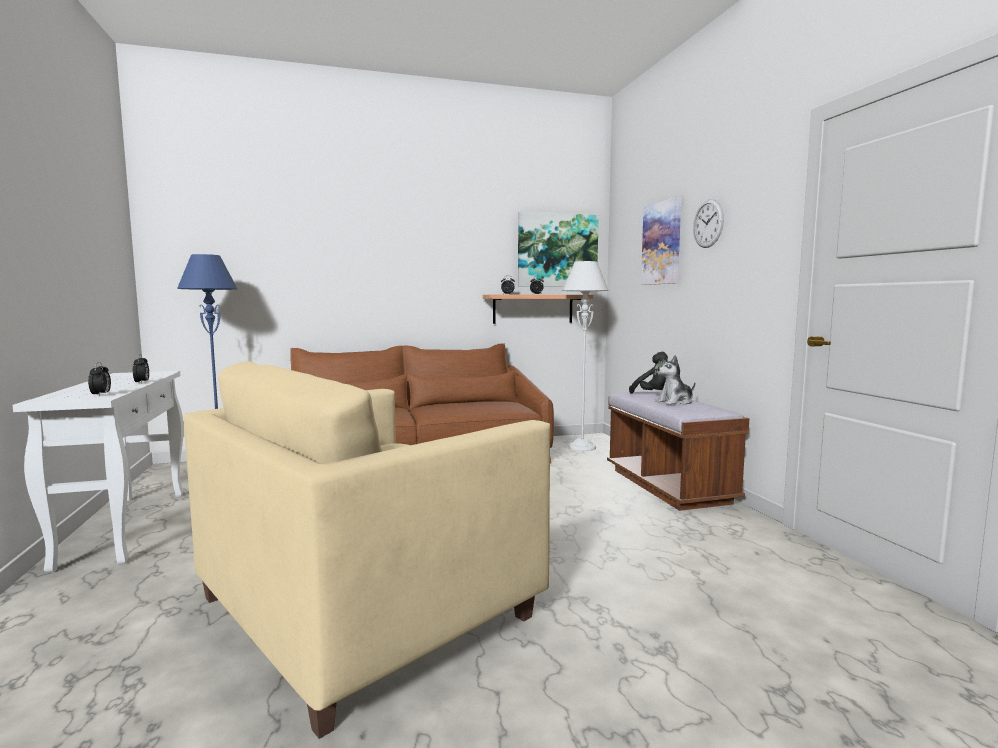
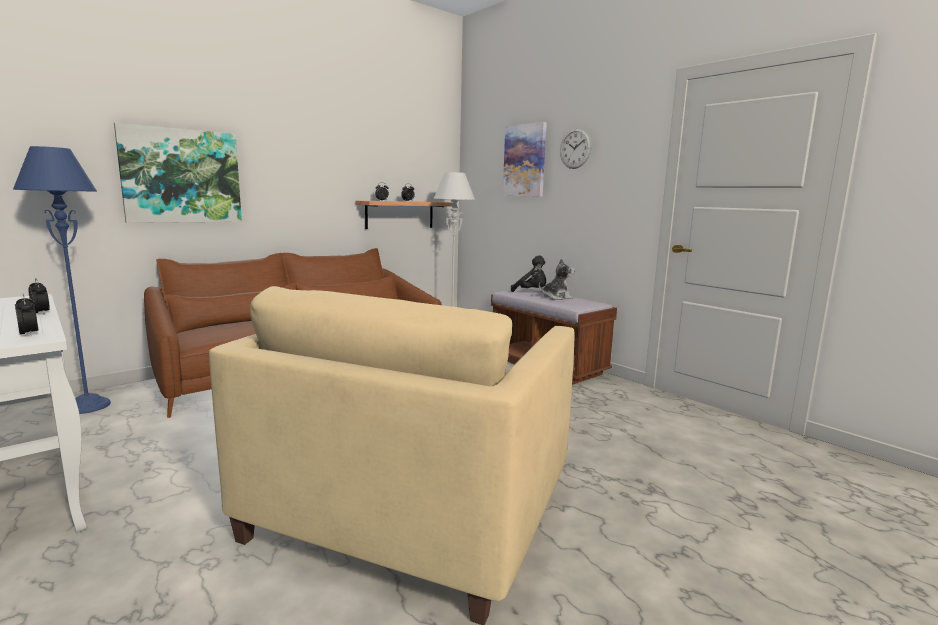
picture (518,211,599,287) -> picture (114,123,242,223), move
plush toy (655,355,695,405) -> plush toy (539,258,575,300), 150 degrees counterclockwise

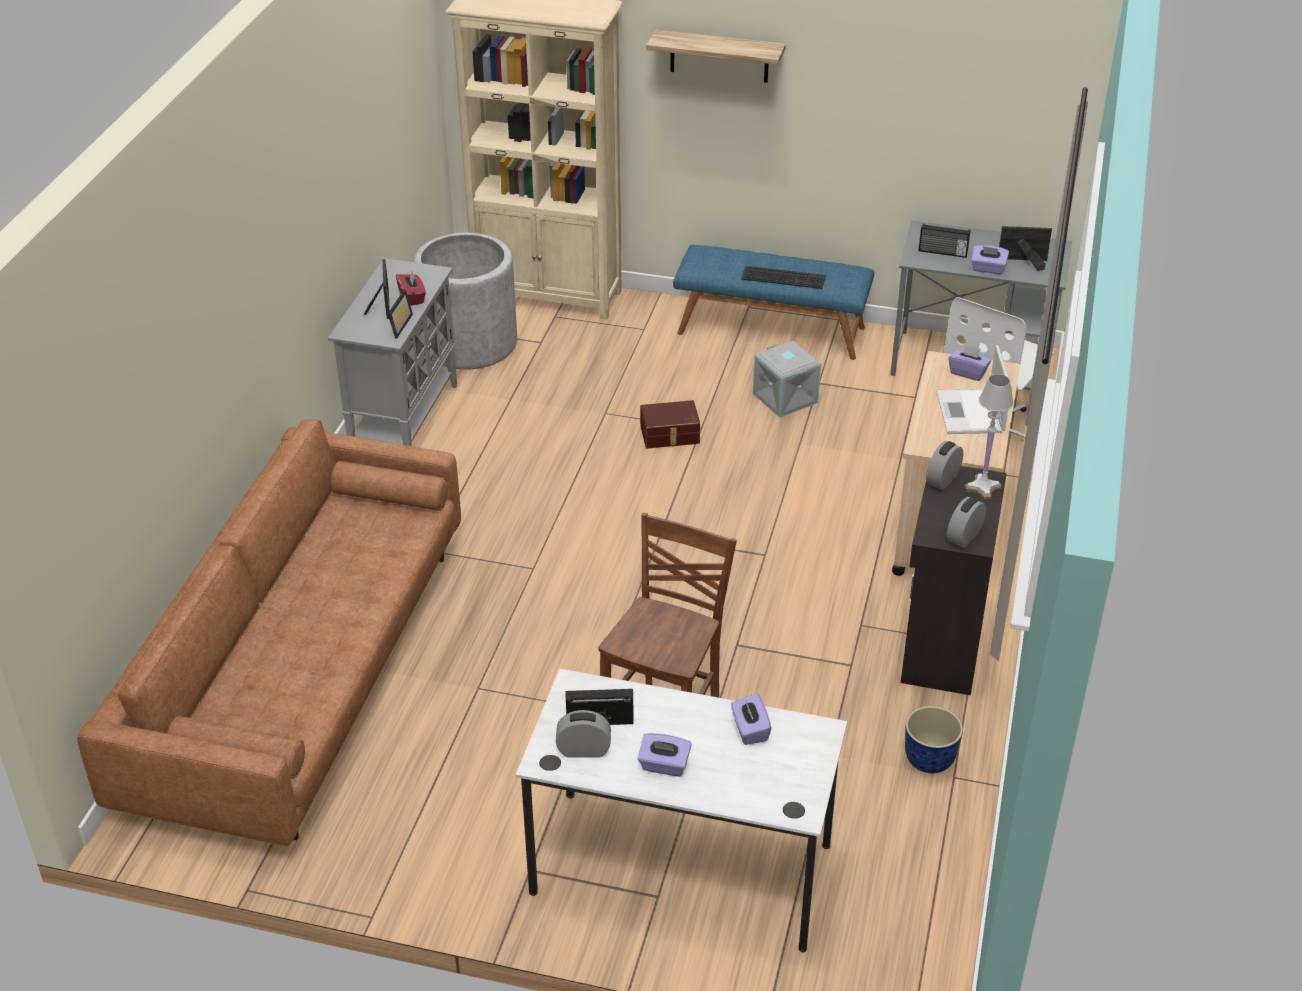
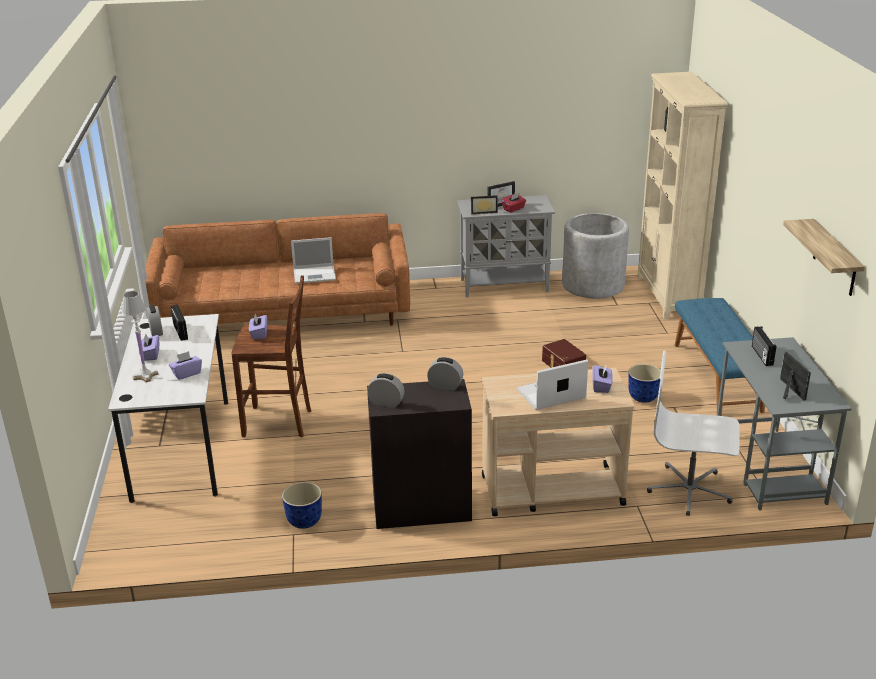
table lamp/white (965,374,1014,499) -> table lamp/white (122,291,158,382), move
tissue box/purple (971,245,1009,274) -> tissue box/purple (249,314,267,339), move
none -> laptop (291,237,336,284)
storage box/grey (753,341,821,418) -> planter (628,364,661,403)
shelf (646,30,786,83) -> shelf (783,219,865,296), move
keyboard (741,266,826,289) -> none

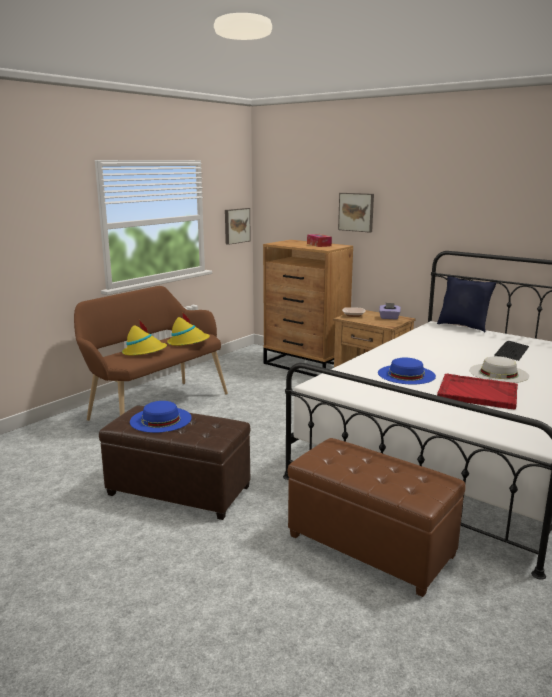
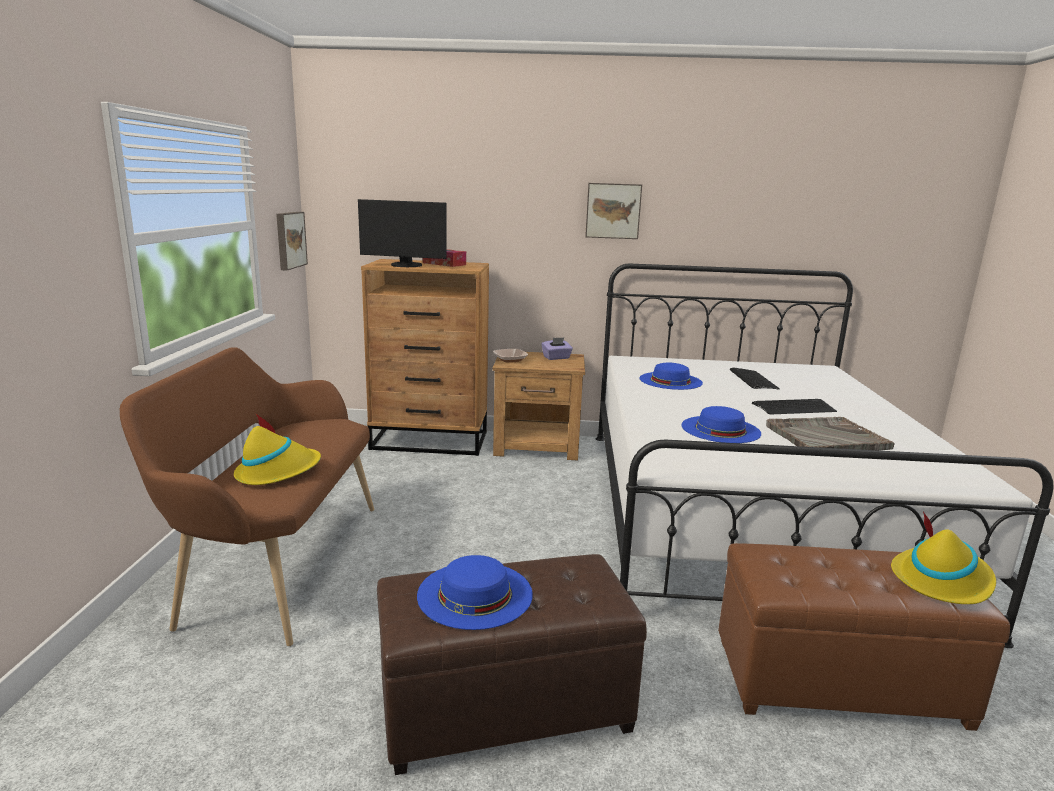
none -> monitor (358,199,447,267)
picture (338,193,374,233) -> picture (585,183,642,239), move
none -> hat/blue (639,362,703,390)
hat/white (469,356,529,383) -> keyboard (752,399,837,415)
tray/red (437,373,518,410) -> tray/grey (766,417,894,450)
hat/yellow (167,312,210,346) -> hat/yellow (891,511,996,604), move
pillow/blue (437,276,497,332) -> none

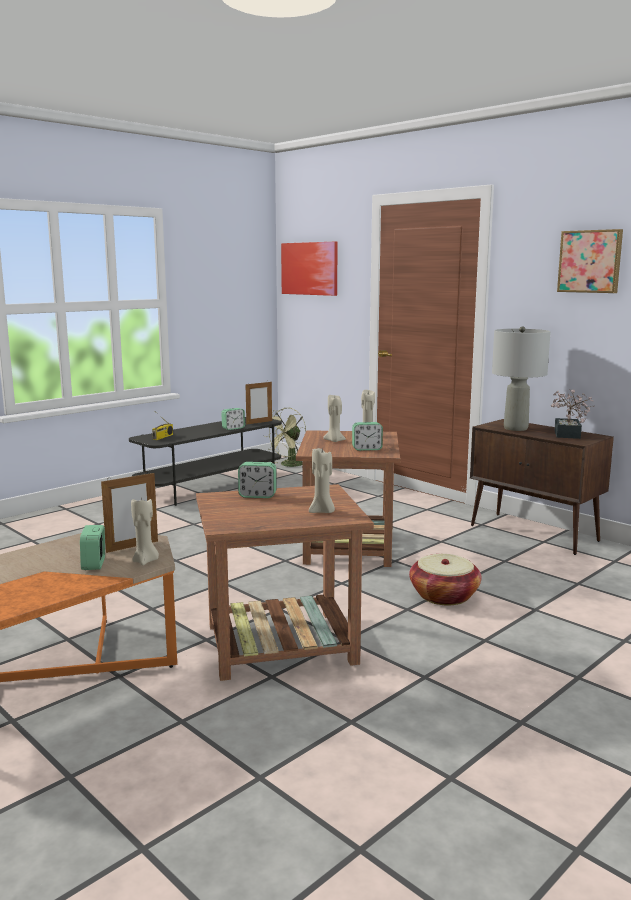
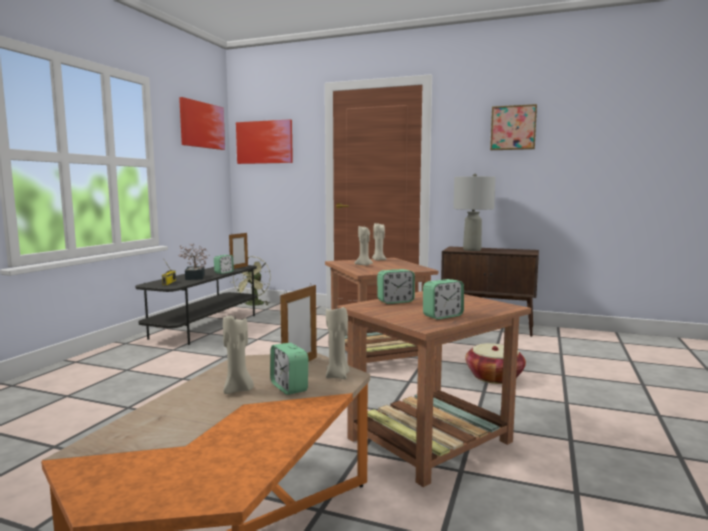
potted plant (551,389,595,439) -> potted plant (178,243,210,280), move
none -> picture (179,97,225,150)
candle/beige (309,448,335,513) -> candle/beige (223,315,254,394), move
alarm clock (352,422,383,451) -> alarm clock (423,279,464,320), move

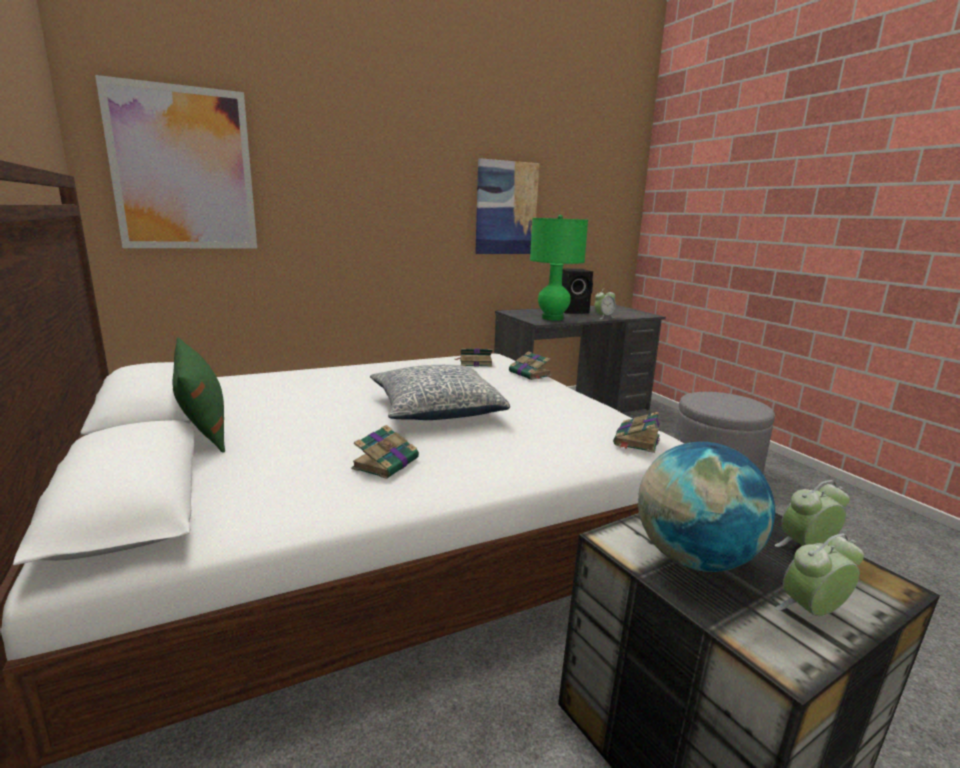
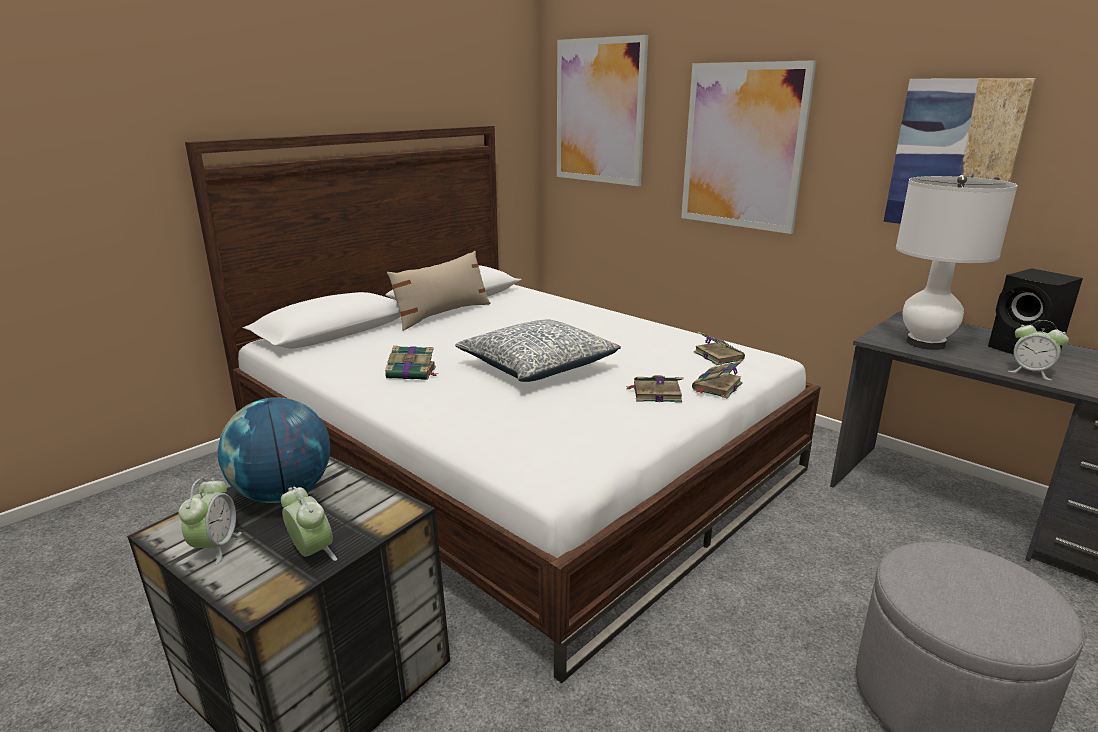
alarm clock (775,533,864,616) -> alarm clock (179,478,242,564), 45 degrees clockwise
pillow/green (172,337,225,453) -> pillow/beige (387,251,491,331)
book (613,411,660,453) -> book (626,375,683,403), move
none -> picture (681,60,816,234)
table lamp/green (530,215,588,321) -> table lamp/white (896,175,1018,350)

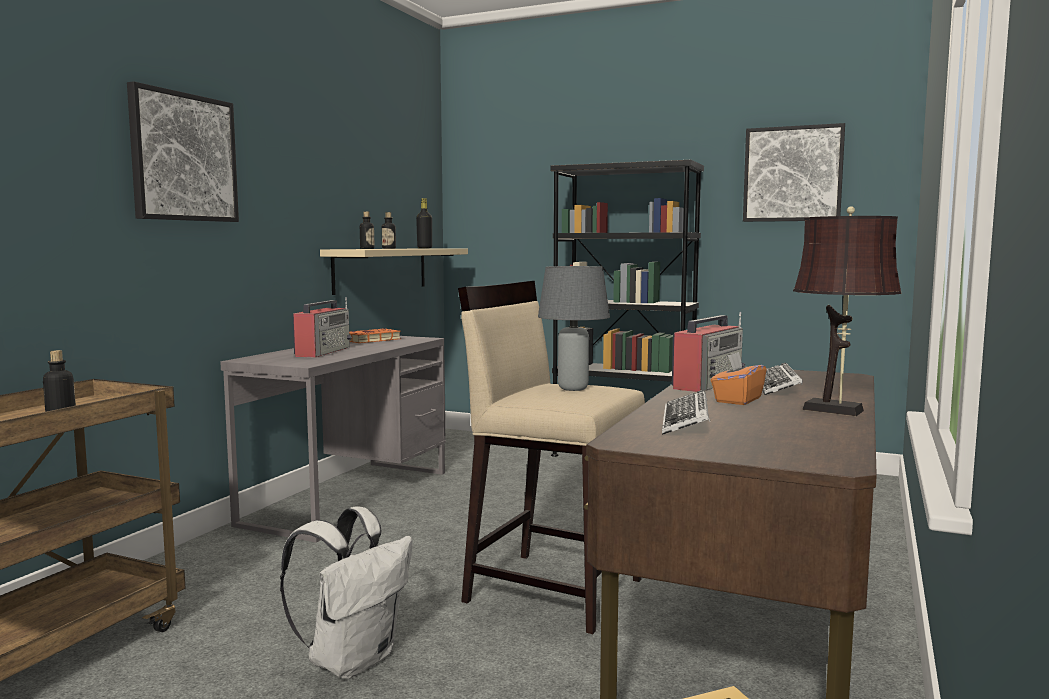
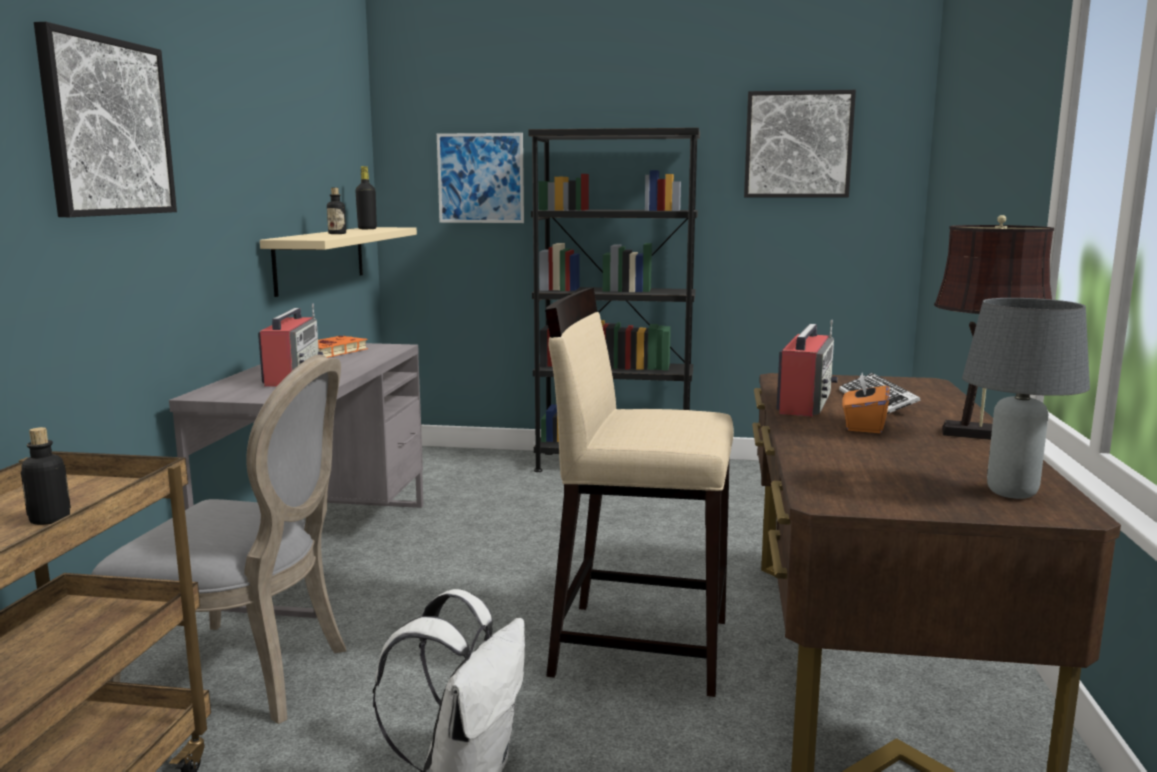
none -> chair/grey (91,355,346,724)
none -> picture (437,133,524,223)
table lamp/grey (538,266,610,391) -> table lamp/grey (962,298,1090,499), move
bottle (360,211,375,249) -> none
keyboard (662,390,710,435) -> none

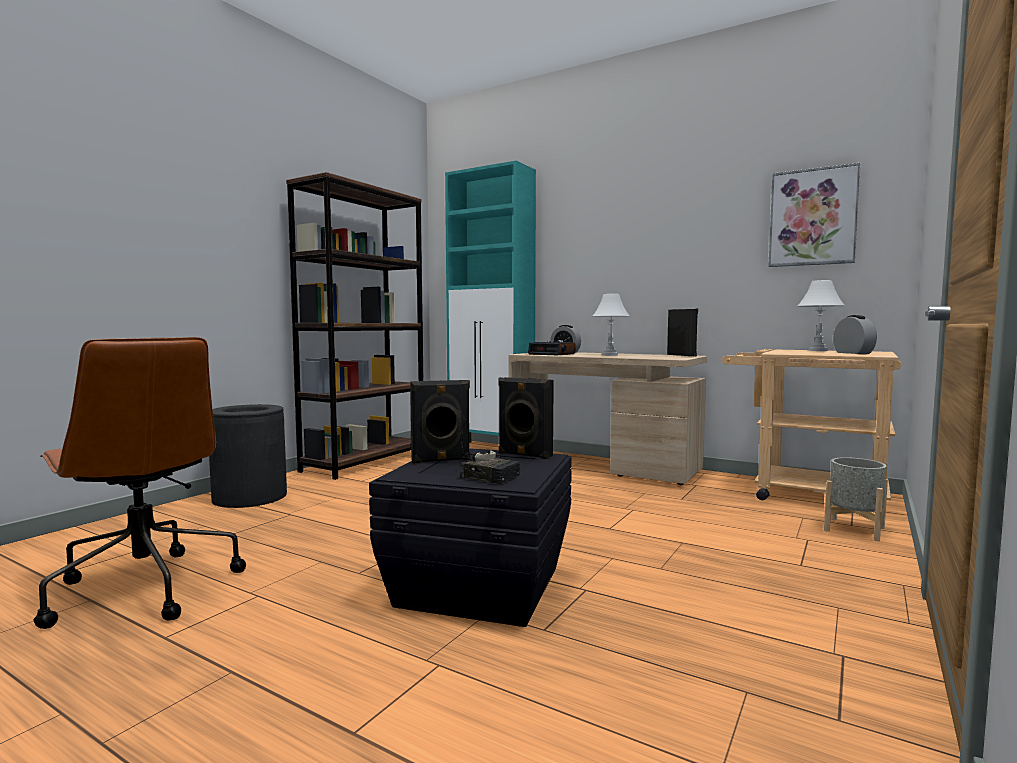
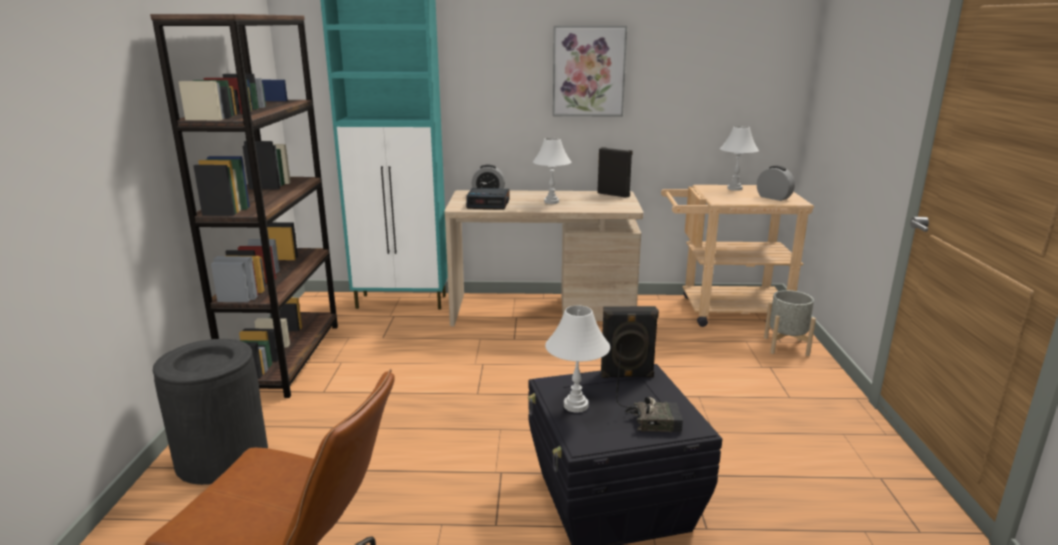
speaker/black (410,380,470,464) -> table lamp/white (545,305,610,413)
picture (768,163,860,267) -> picture (553,26,627,116), move

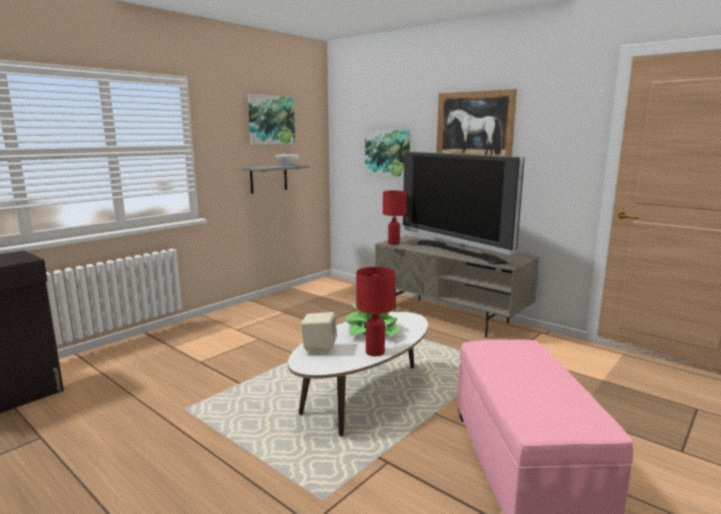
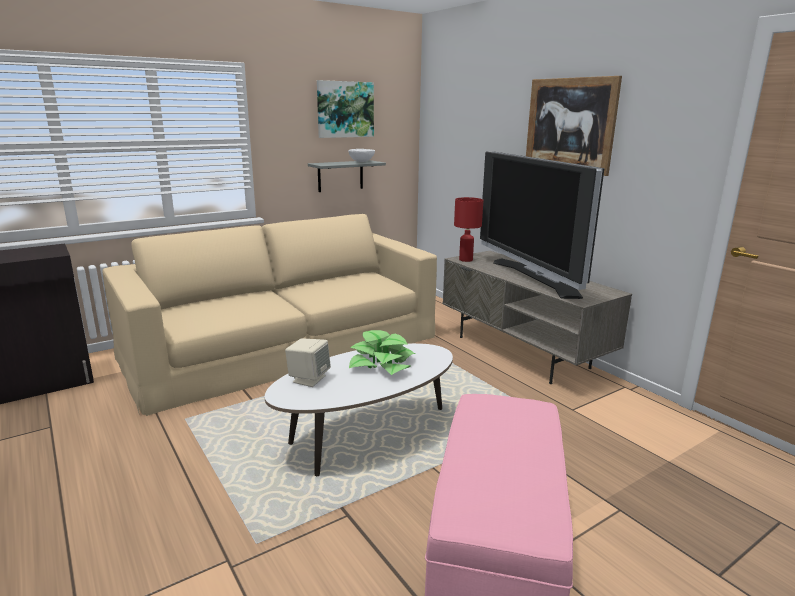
none -> sofa/beige (102,214,437,416)
table lamp/red (356,267,396,356) -> none
picture (365,130,410,178) -> none

